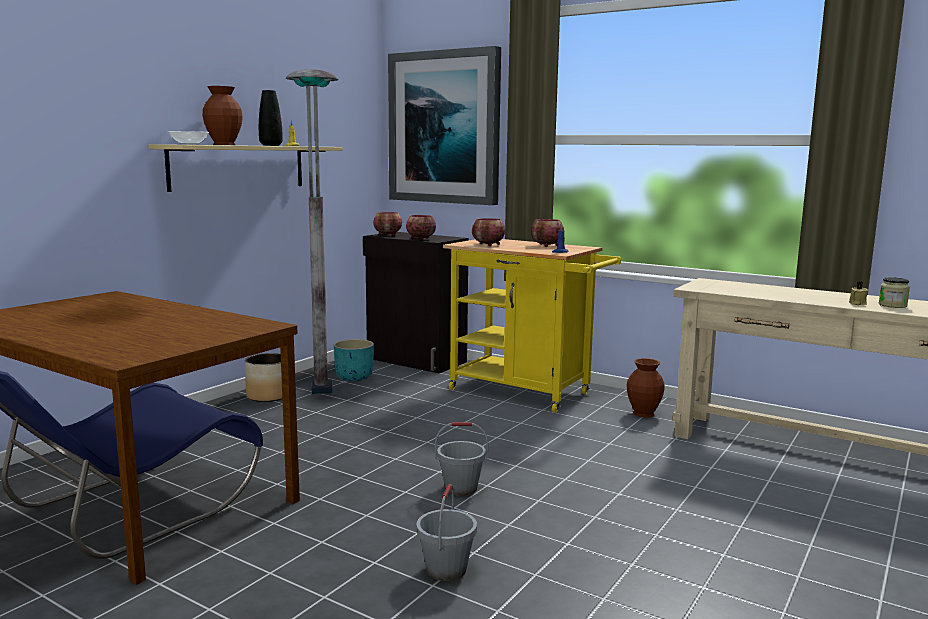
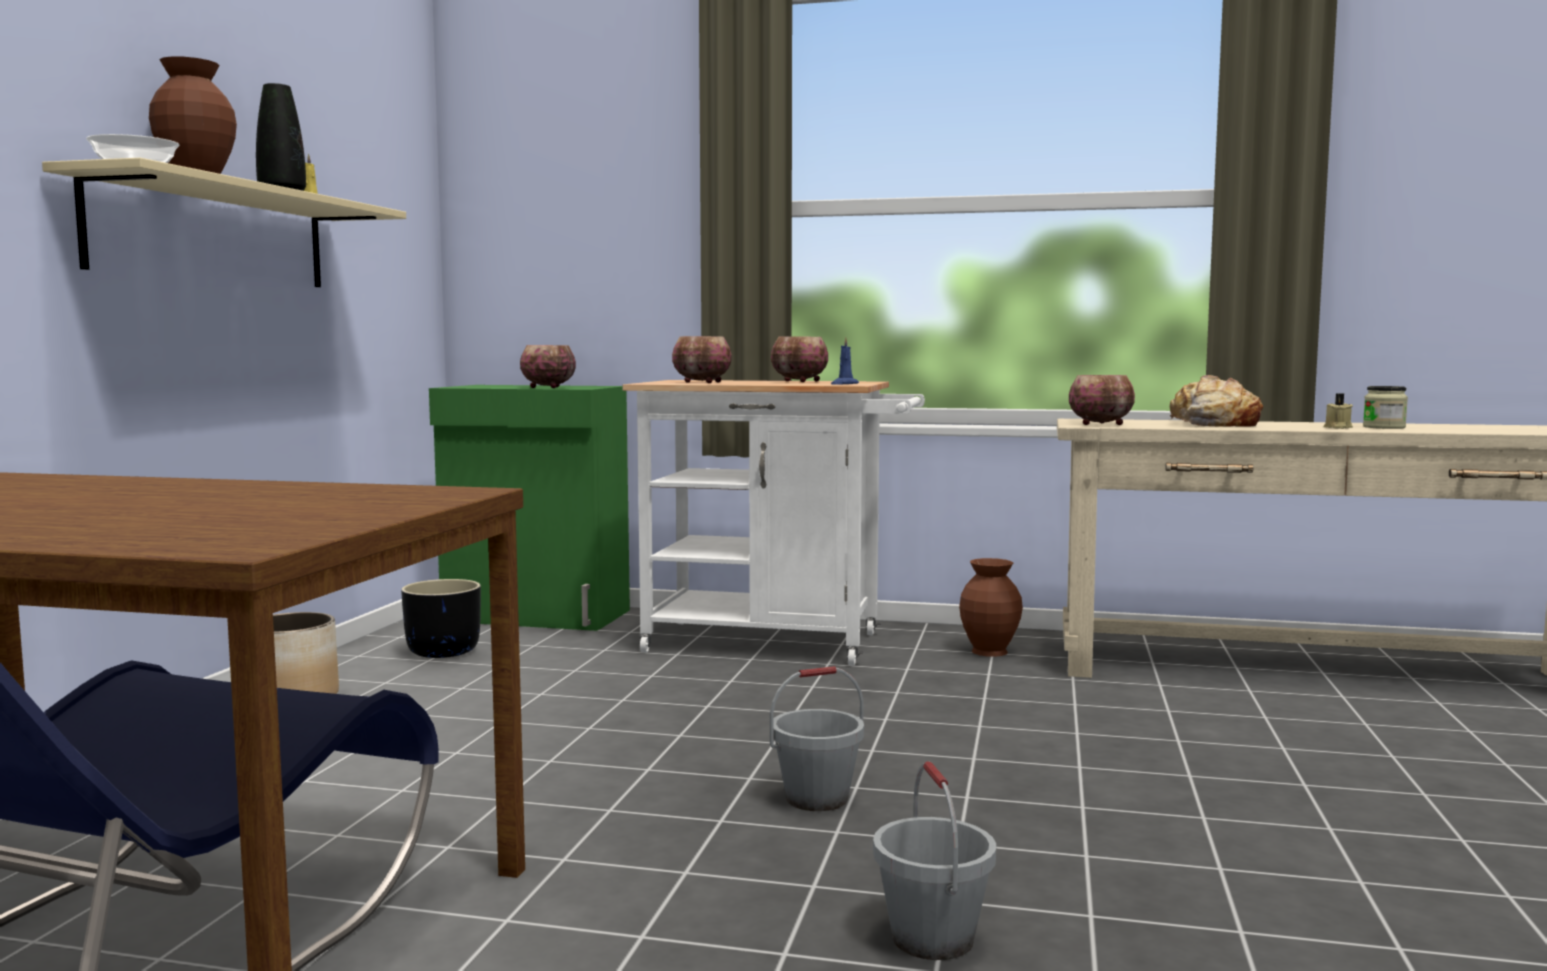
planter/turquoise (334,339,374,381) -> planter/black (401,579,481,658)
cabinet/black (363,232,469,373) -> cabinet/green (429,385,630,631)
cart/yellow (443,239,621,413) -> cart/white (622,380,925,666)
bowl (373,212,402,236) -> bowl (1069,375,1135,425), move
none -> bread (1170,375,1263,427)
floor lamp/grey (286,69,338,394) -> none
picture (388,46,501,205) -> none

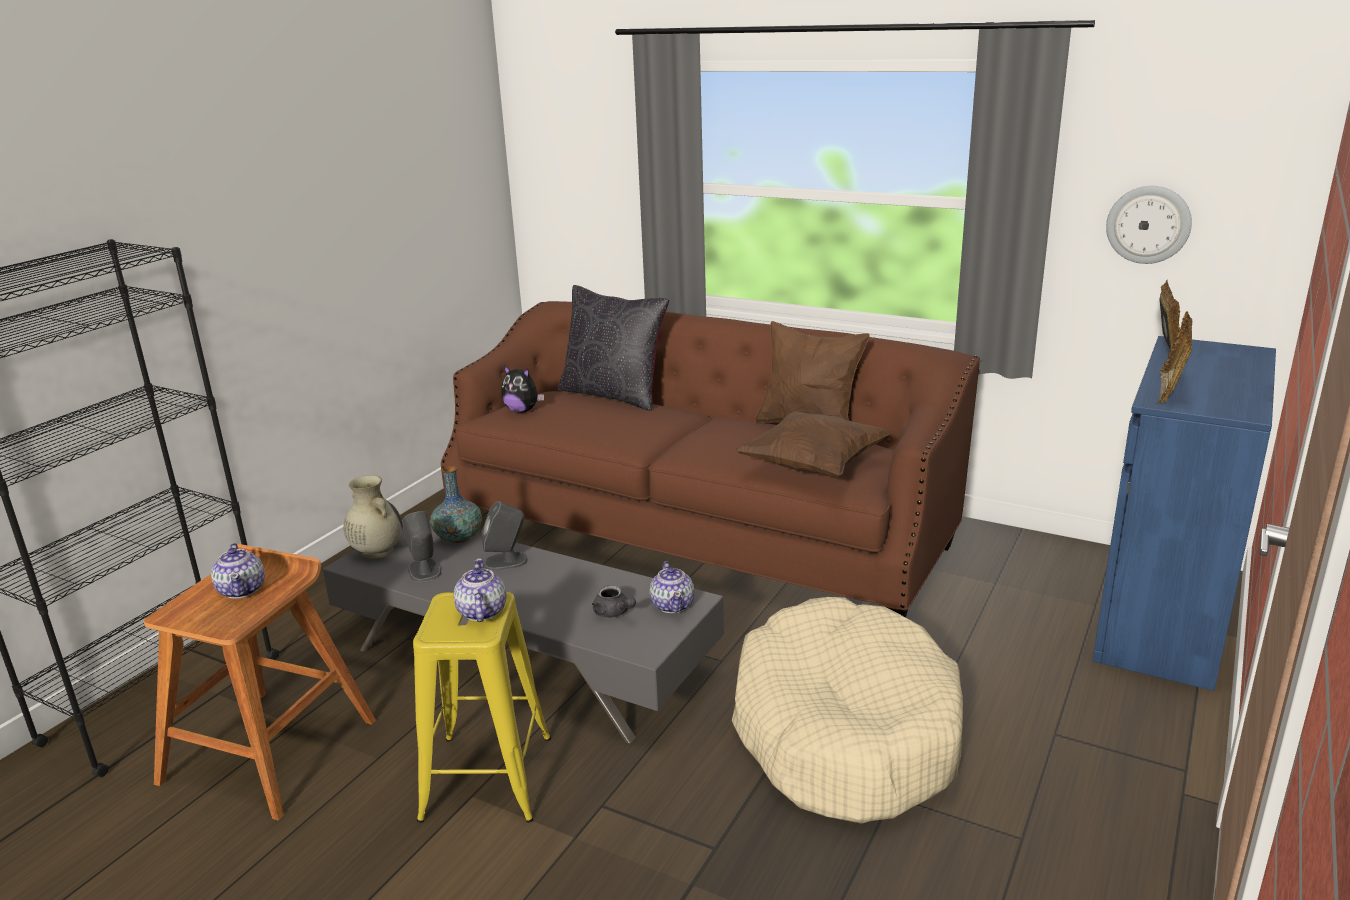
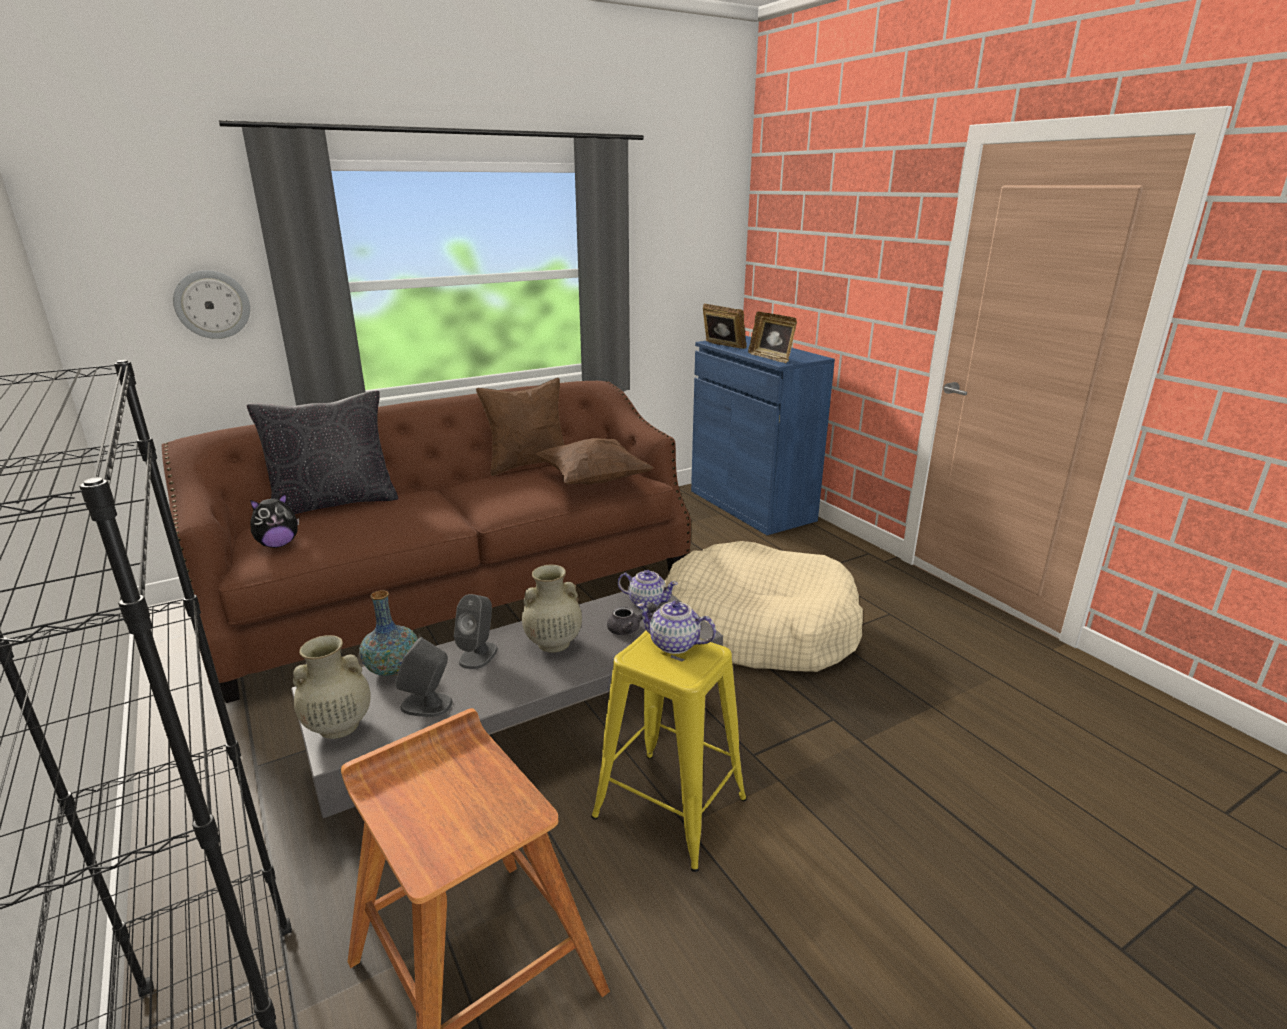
wall clock (1106,186,1192,264) -> wall clock (173,270,250,339), move
none -> vase/beige (522,565,582,652)
teapot (211,543,265,599) -> none

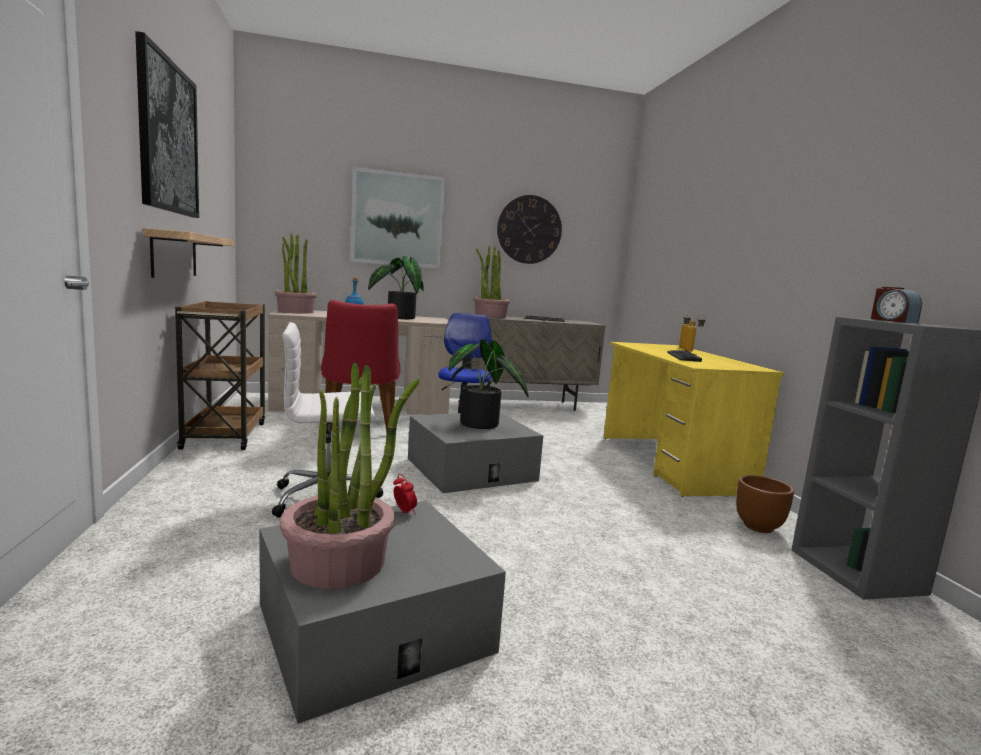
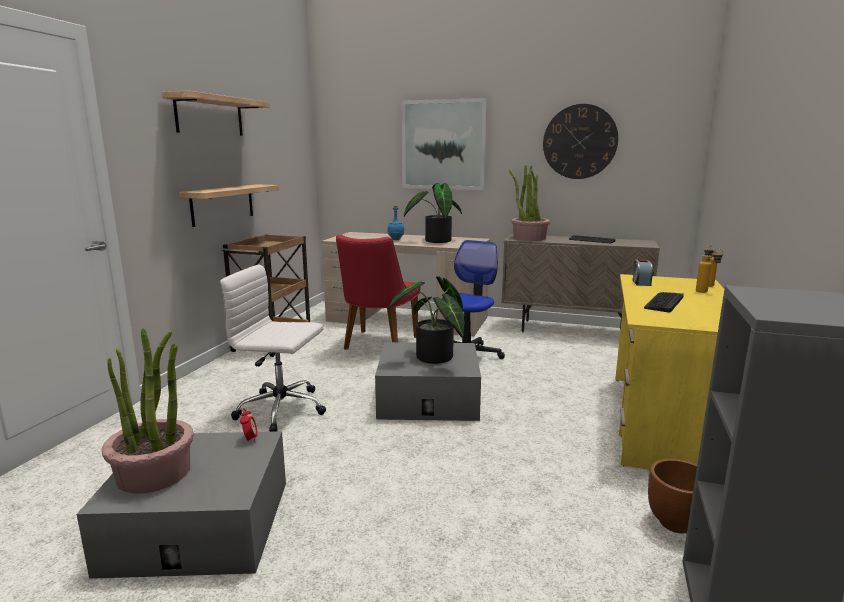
picture (135,31,199,218) -> shelf (162,91,270,135)
alarm clock (871,287,922,323) -> alarm clock (633,259,653,286), move
potted plant (274,234,317,314) -> none

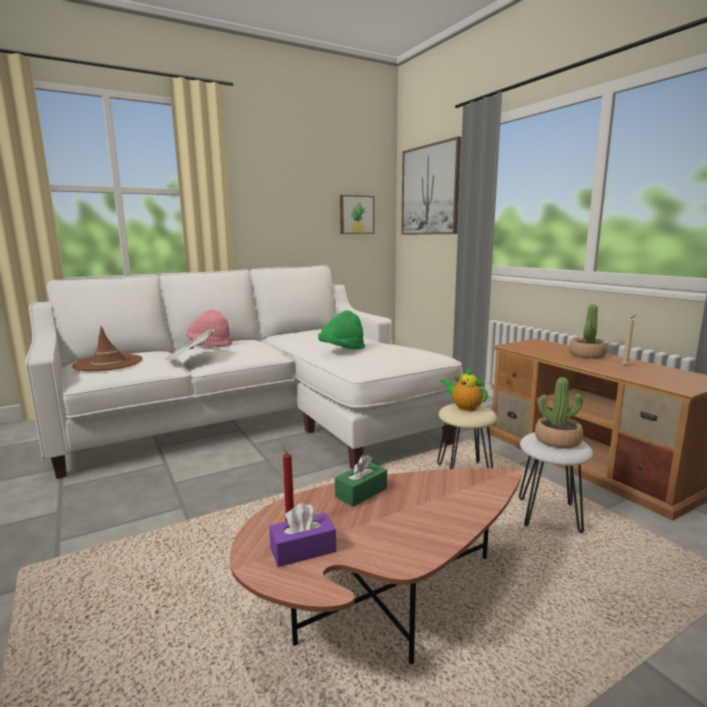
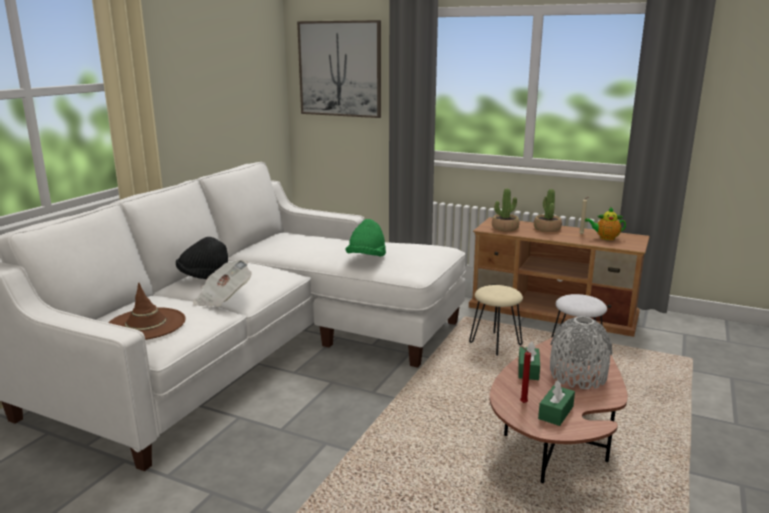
hat/pink (186,310,232,347) -> hat/black (176,237,228,279)
potted plant (535,377,583,449) -> potted plant (492,188,519,231), move
tissue box/purple (269,503,336,567) -> tissue box/green (538,380,575,426)
none -> vase/grey (550,316,612,389)
teapot (440,368,488,412) -> teapot (585,207,626,240), move
picture (340,195,374,234) -> none

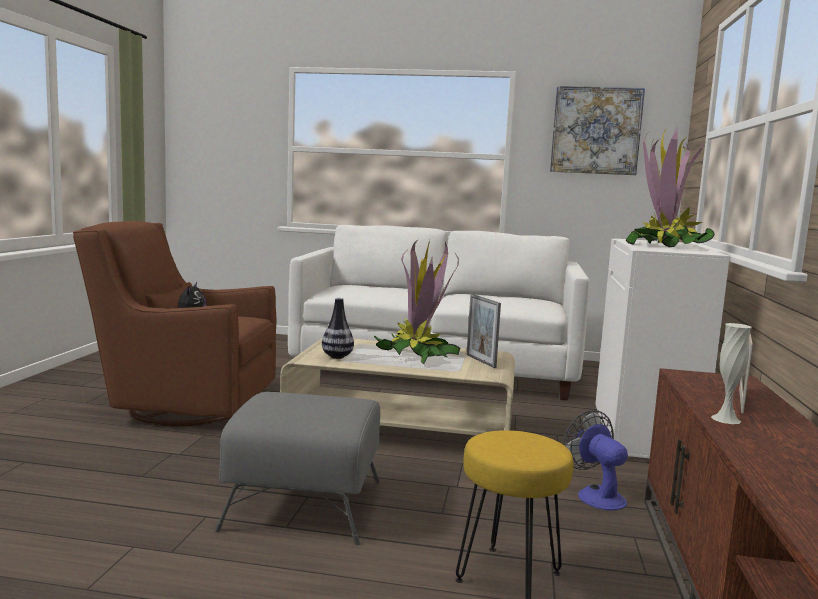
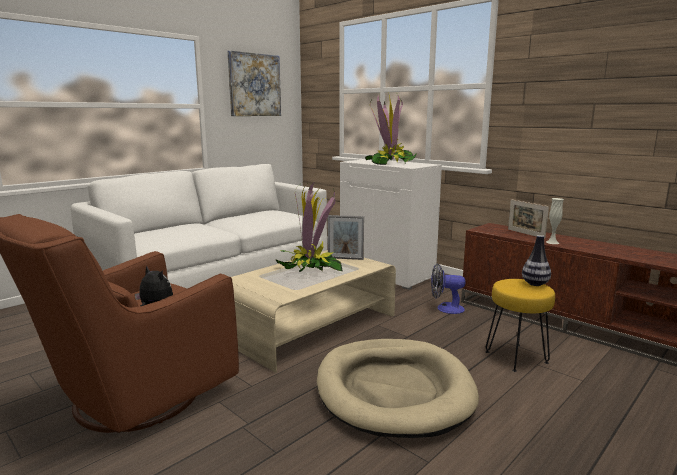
ottoman/grey (215,392,380,545) -> dog bed/beige (317,339,479,438)
vase (322,298,354,359) -> vase (522,235,551,286), move

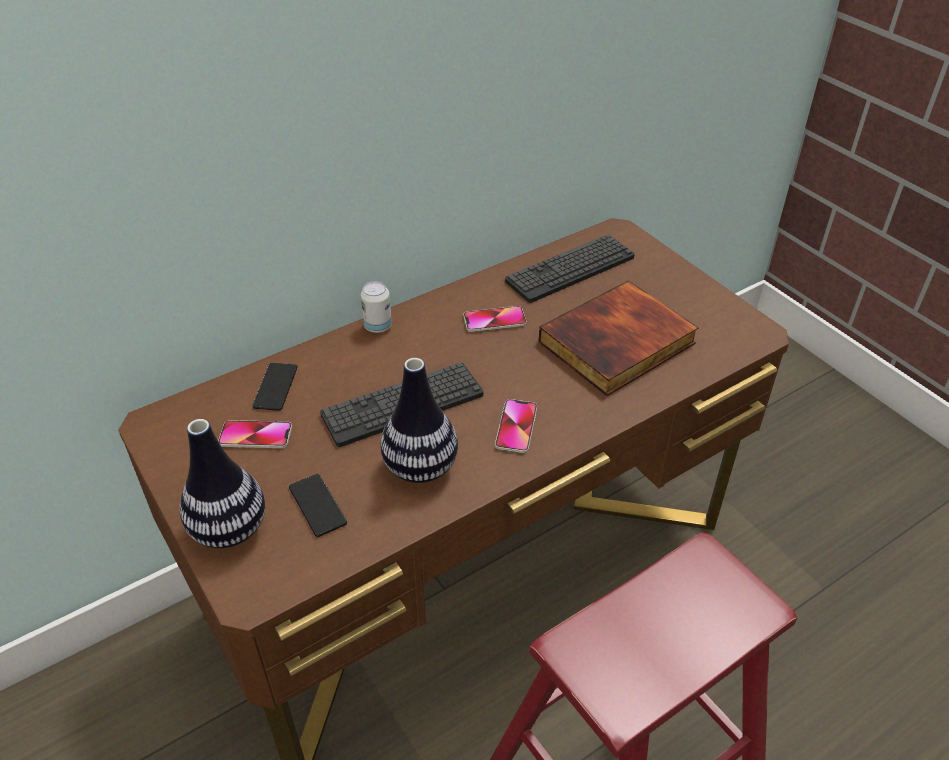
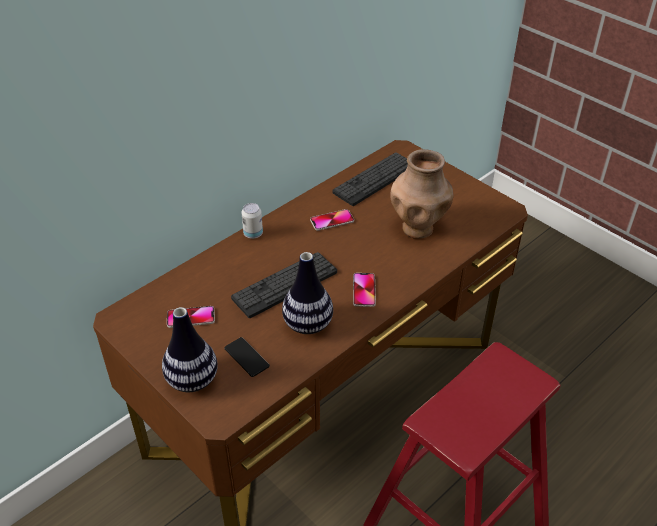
book (539,280,699,396) -> vase/brown (390,149,454,239)
phone (252,363,297,411) -> none

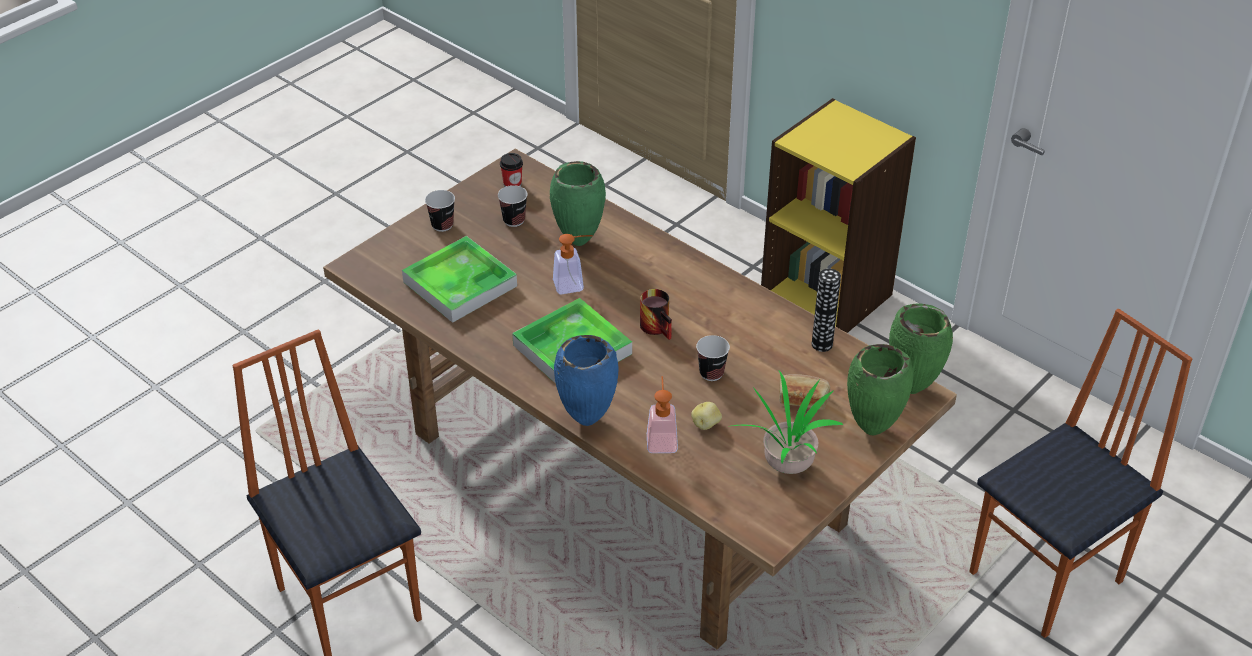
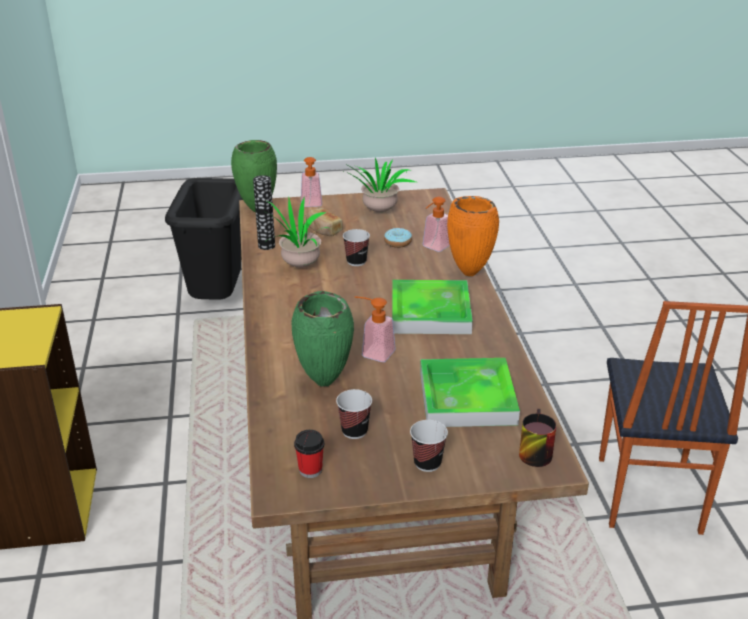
chair (969,309,1192,638) -> trash can/black (165,178,243,300)
none -> potted plant (266,196,331,268)
vase/green (847,344,913,435) -> soap dispenser (301,157,322,207)
potato (691,402,722,430) -> donut (384,228,412,248)
vase/blue (554,335,619,426) -> vase/orange (447,196,499,276)
mug (640,289,672,340) -> mug (519,409,556,467), move

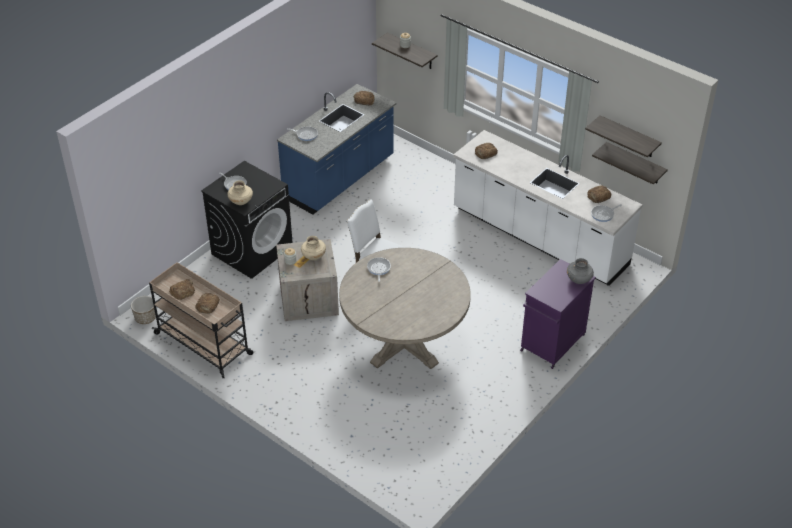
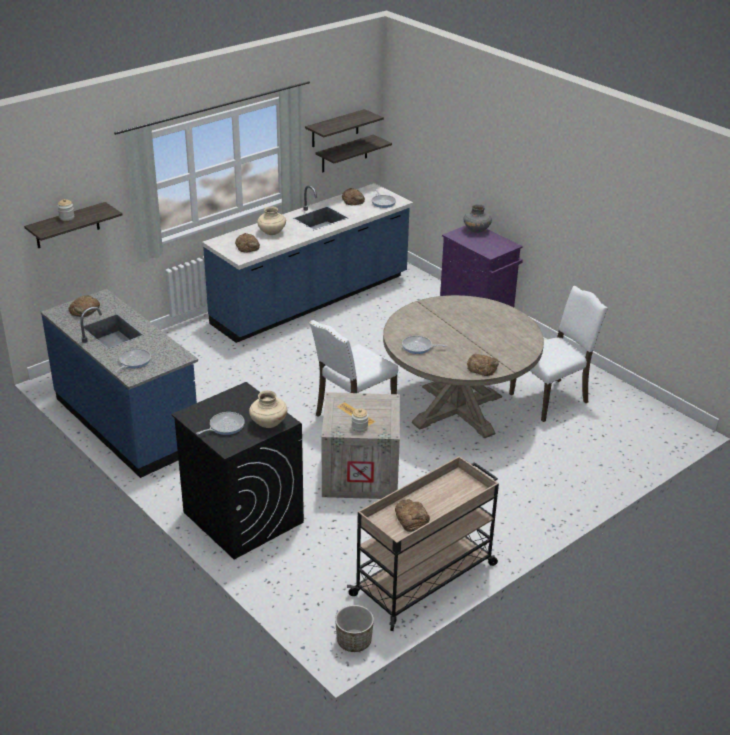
counter/white (453,130,643,286) -> counter/blue (202,183,413,343)
vase/beige (301,236,326,260) -> vase/beige (257,207,286,235), move
bread (195,293,220,314) -> bread (467,354,499,376), move
none -> chair/white (509,286,608,422)

